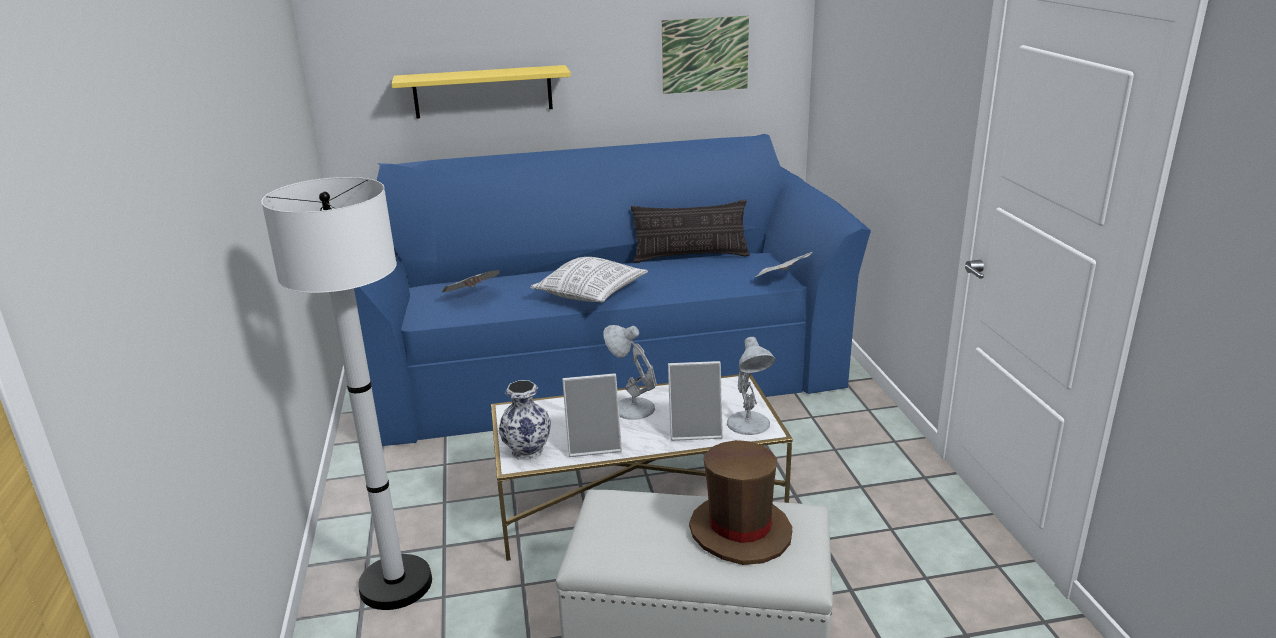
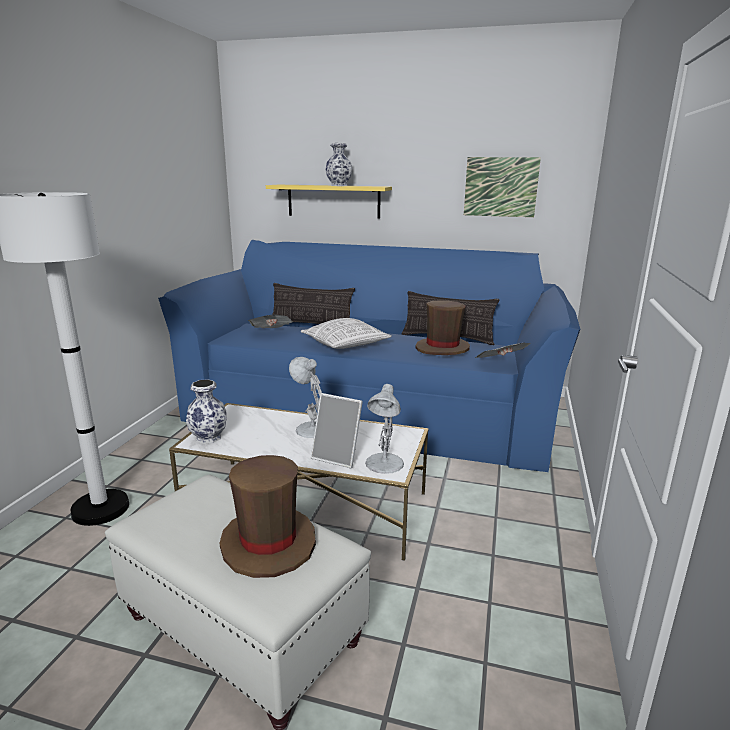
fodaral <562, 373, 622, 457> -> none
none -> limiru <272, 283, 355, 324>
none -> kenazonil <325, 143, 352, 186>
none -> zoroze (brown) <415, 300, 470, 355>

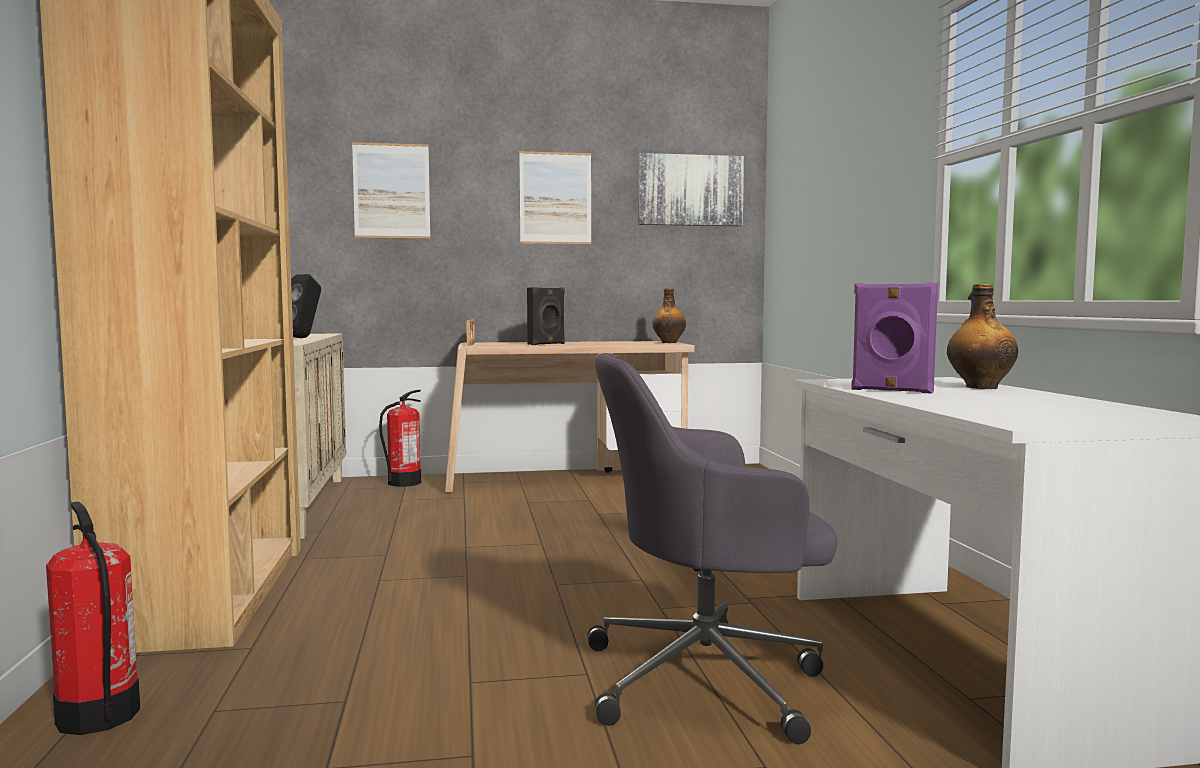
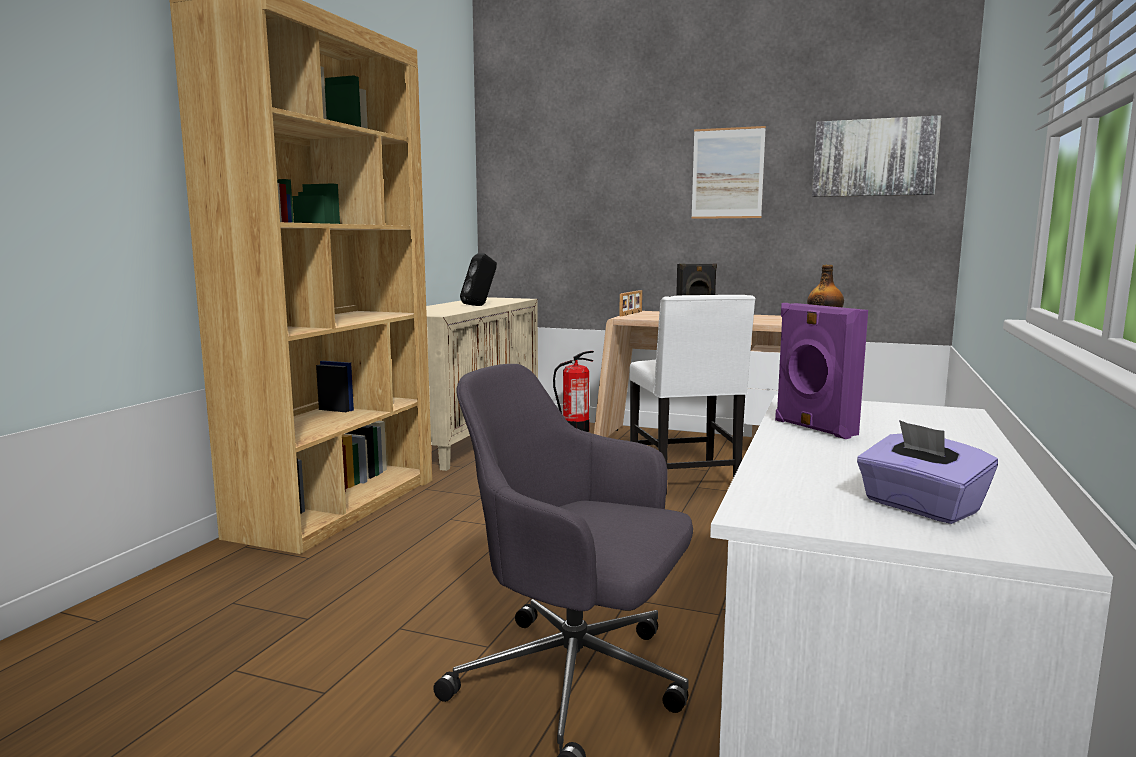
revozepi <46, 502, 140, 735> -> none
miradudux <352, 142, 430, 238> -> none
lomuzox <947, 284, 1018, 389> -> none
none -> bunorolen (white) <629, 295, 756, 495>
none -> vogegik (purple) <857, 420, 998, 524>

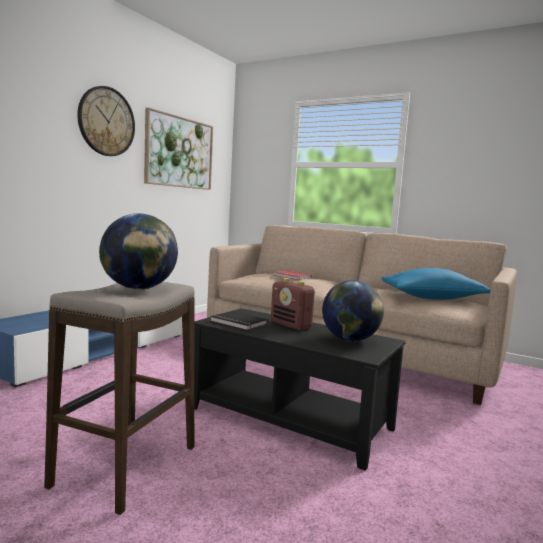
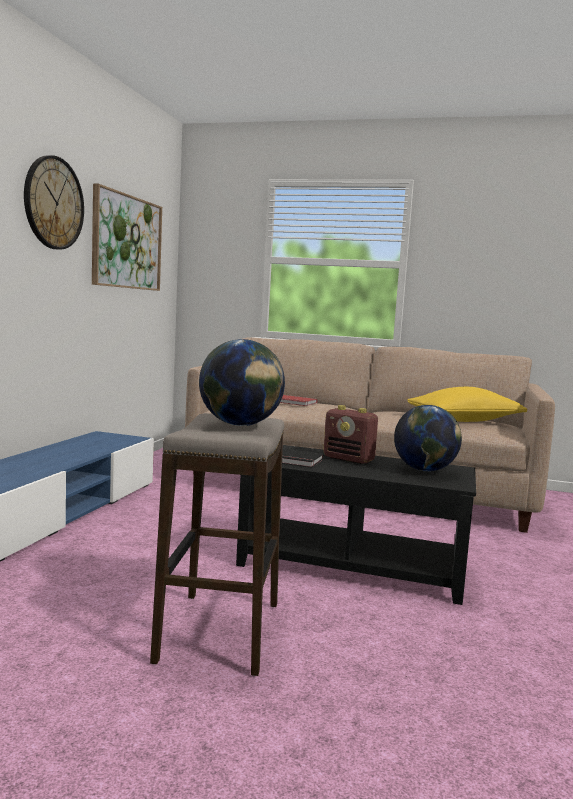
limiru (blue) <382, 268, 490, 300> -> limiru (yellow) <408, 387, 527, 422>

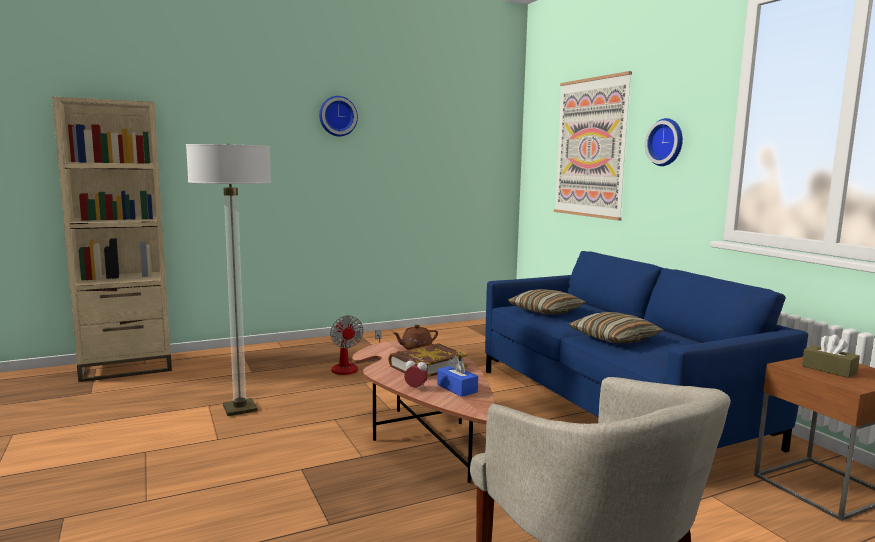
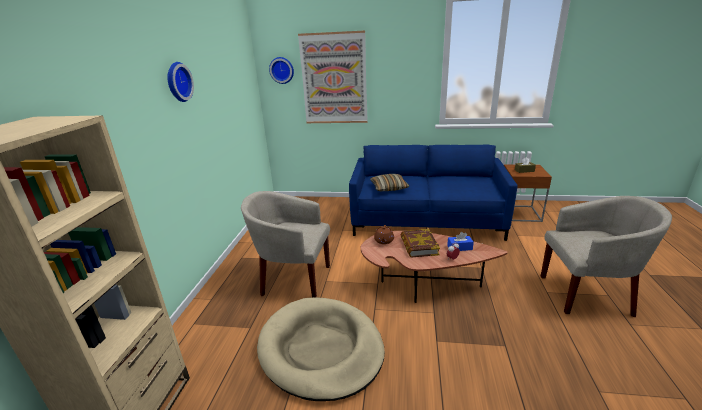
limiru <569, 312, 664, 343> -> none
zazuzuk <645, 118, 683, 166> -> zazuzuk <269, 57, 294, 84>, moved
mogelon <186, 144, 271, 416> -> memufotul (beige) <257, 297, 385, 401>
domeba <330, 315, 381, 375> -> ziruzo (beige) <241, 191, 330, 297>

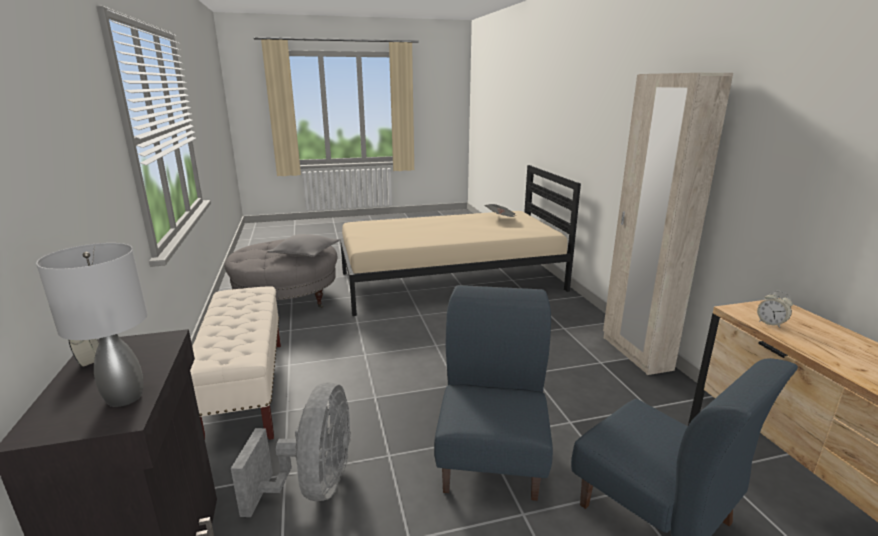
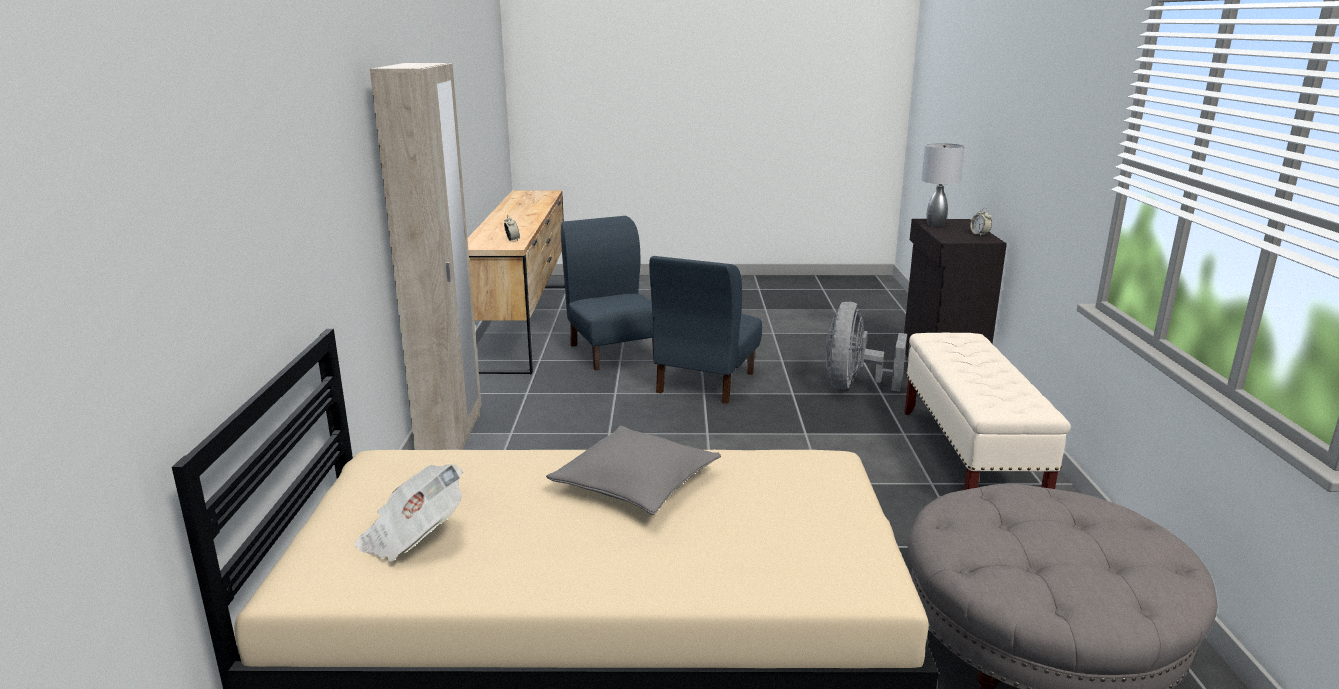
limiru (grey) <267, 234, 340, 257> -> limiru (grey) <546, 426, 721, 515>, moved

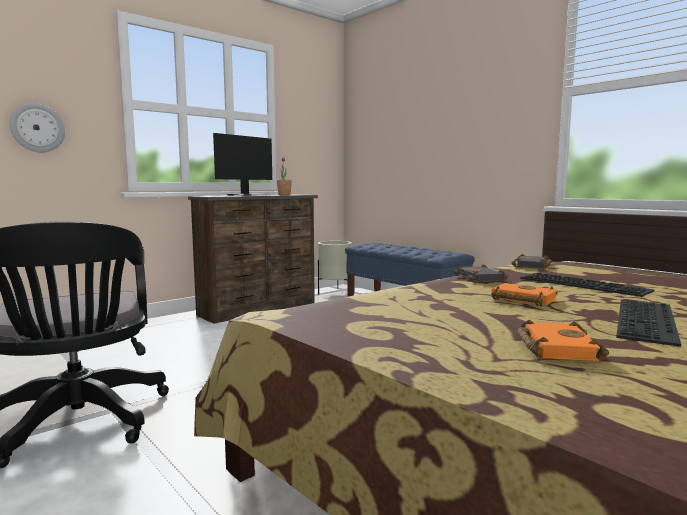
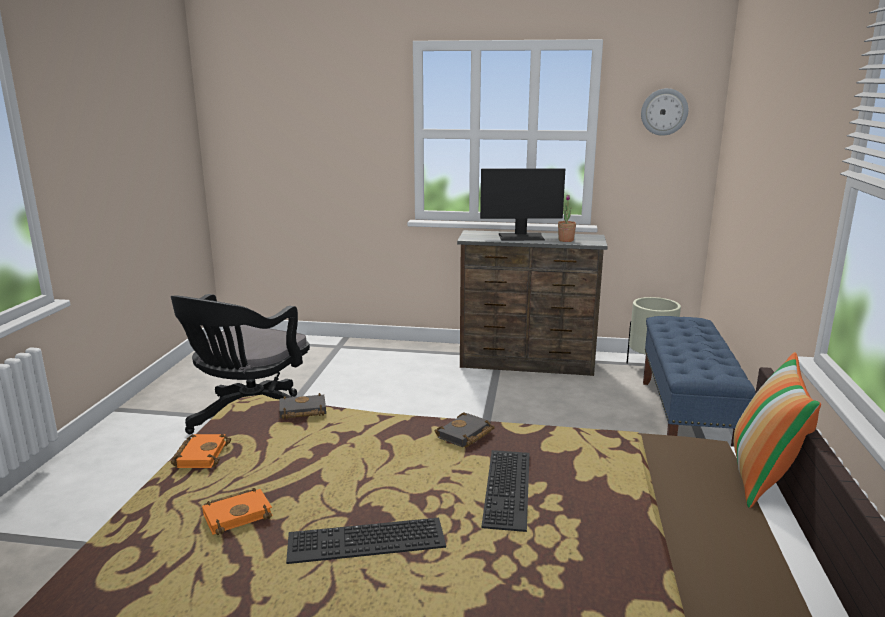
none -> limiru <734, 352, 821, 508>
zazuzuk <10, 103, 65, 152> -> zazuzuk <641, 88, 688, 136>, moved
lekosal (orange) <491, 281, 558, 306> -> lekosal (orange) <171, 434, 231, 468>, moved
lekosal (black) <512, 254, 552, 269> -> lekosal (black) <279, 393, 326, 420>, moved

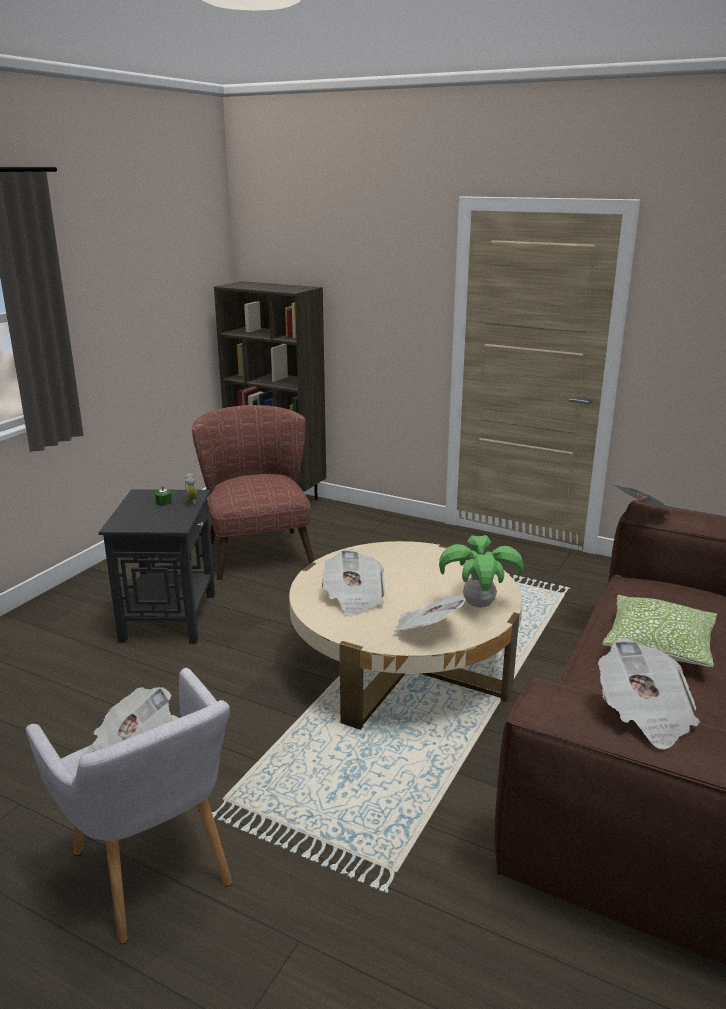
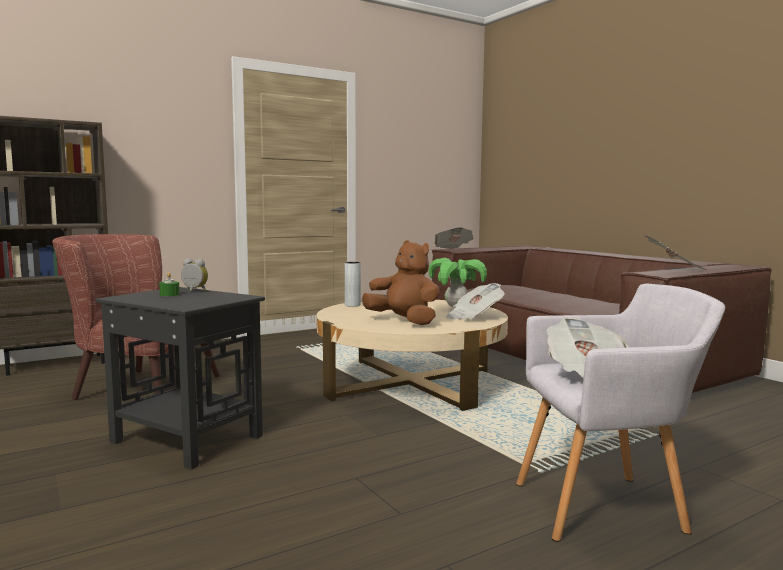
limiru <602, 595, 717, 667> -> none
none -> kenazonil (grey) <345, 262, 361, 307>
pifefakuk <321, 549, 385, 617> -> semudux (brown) <362, 240, 440, 325>

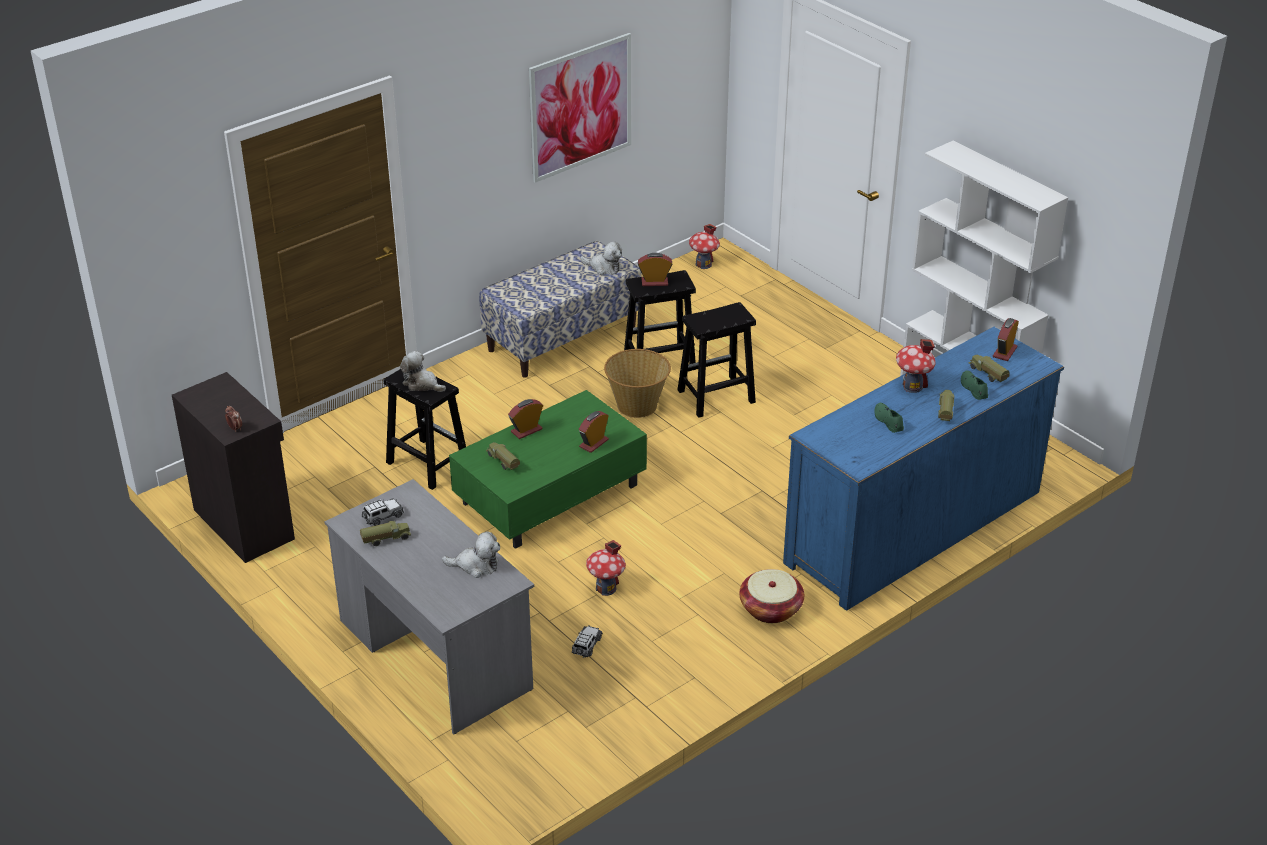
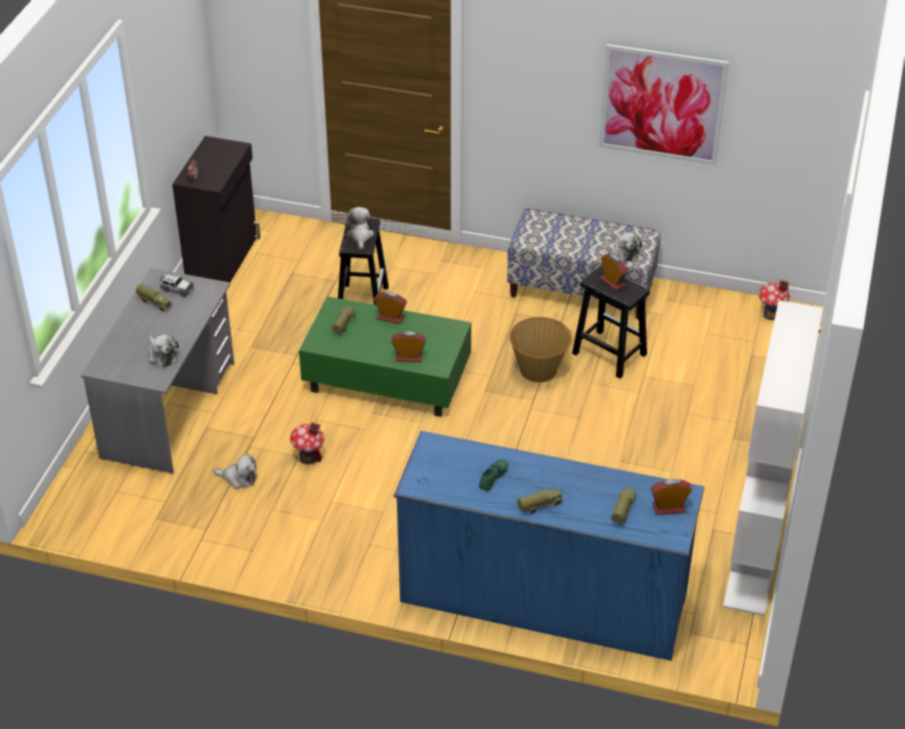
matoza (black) <678, 302, 756, 418> -> none
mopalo <739, 569, 804, 623> -> none
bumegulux <896, 339, 936, 393> -> none
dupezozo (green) <961, 371, 988, 400> -> none
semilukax <572, 625, 603, 658> -> semudux <213, 454, 257, 489>

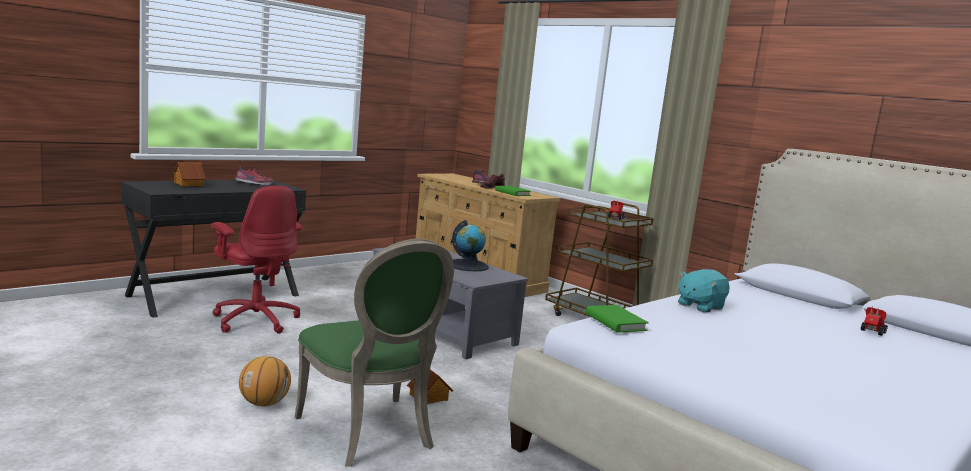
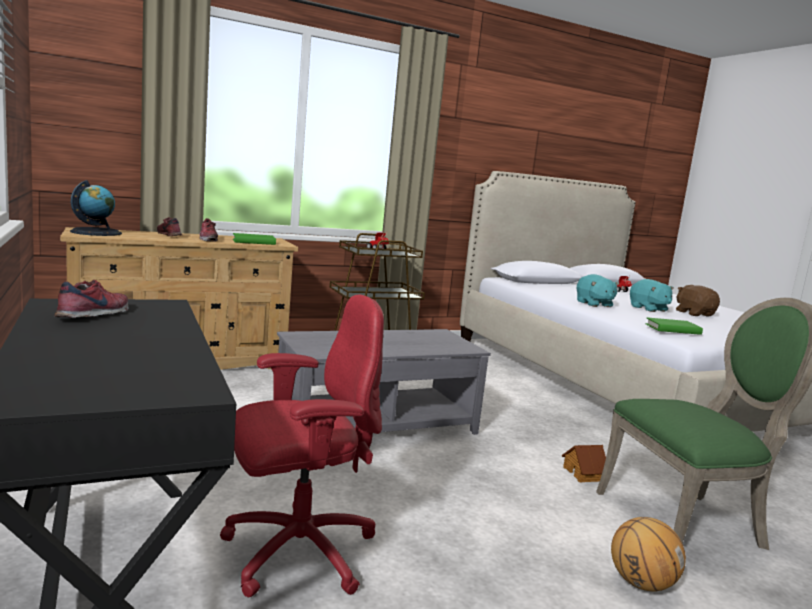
bumegulux <173, 162, 206, 187> -> none
none -> semudux (turquoise) <630, 279, 674, 312>
none -> semudux (brown) <676, 285, 720, 316>
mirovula <452, 220, 489, 271> -> mirovula <70, 180, 122, 236>, moved

